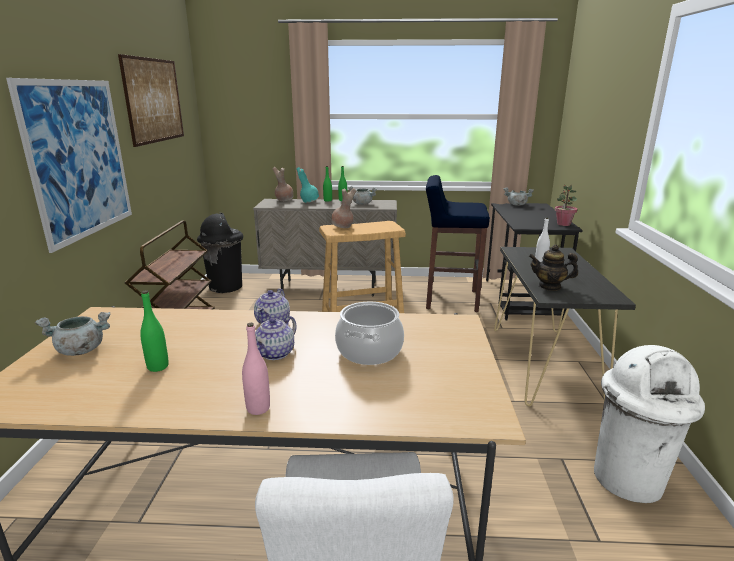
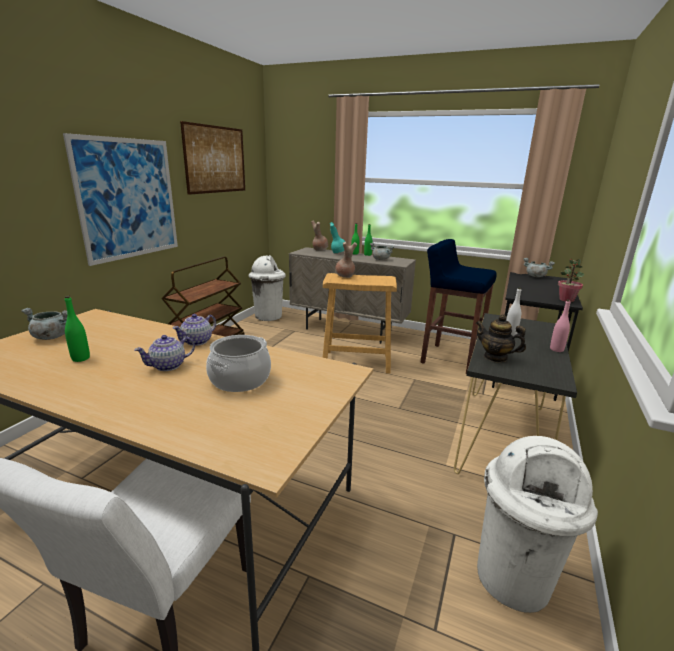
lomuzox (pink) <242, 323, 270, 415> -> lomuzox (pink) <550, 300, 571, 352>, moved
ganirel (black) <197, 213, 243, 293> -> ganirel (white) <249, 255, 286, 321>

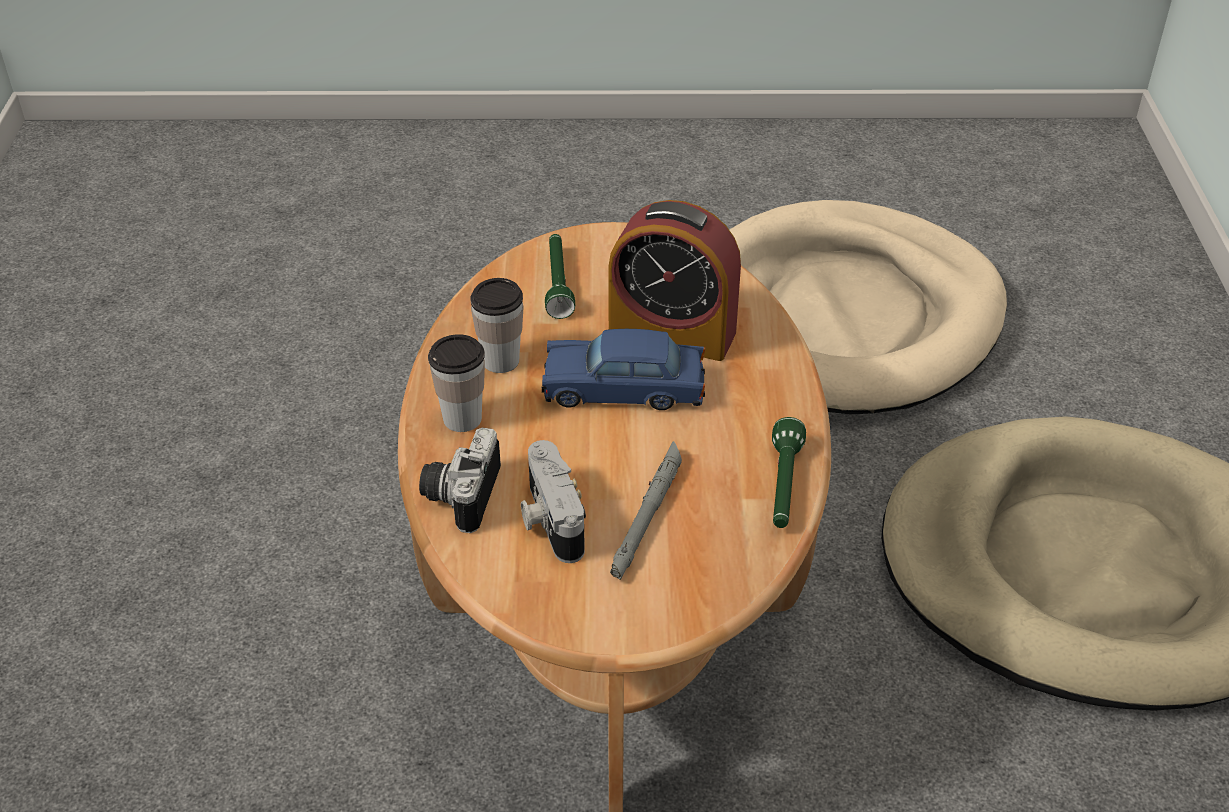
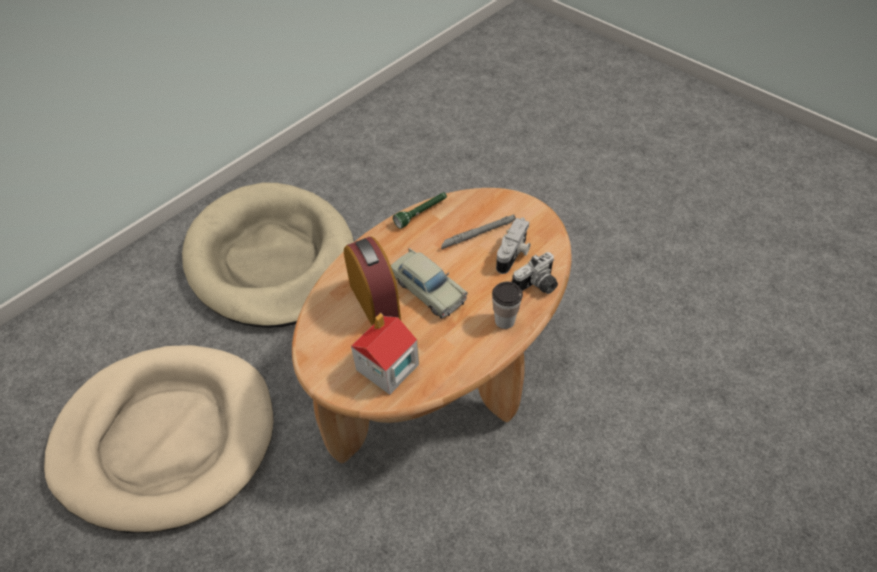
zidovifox <471, 278, 523, 373> -> none
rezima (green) <545, 234, 575, 319> -> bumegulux <351, 313, 419, 395>
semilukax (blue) <542, 329, 705, 410> -> semilukax (beige) <391, 248, 468, 319>

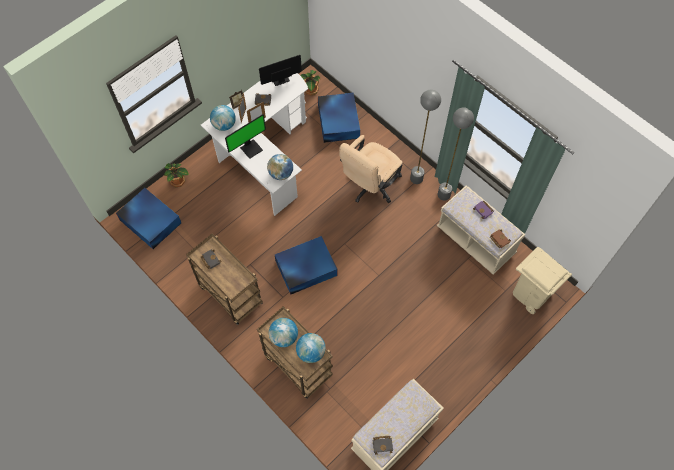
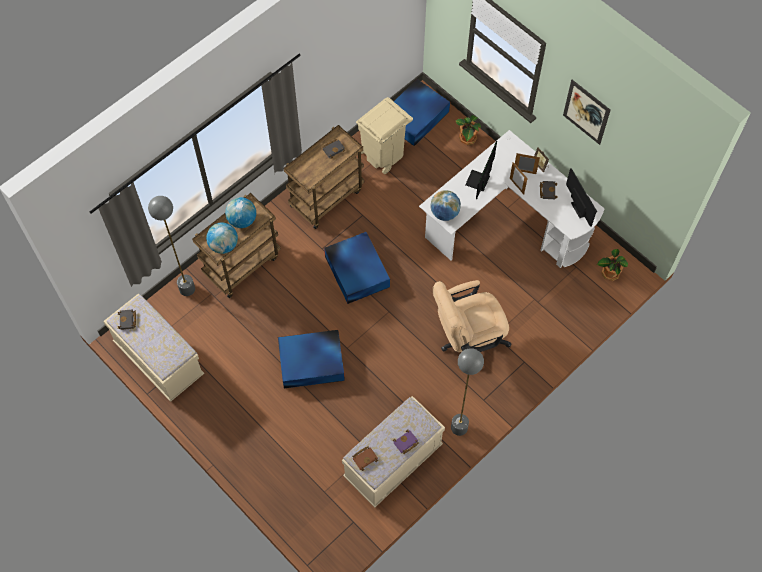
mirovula <210, 105, 236, 131> -> none
none -> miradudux <563, 80, 610, 145>
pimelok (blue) <318, 93, 360, 143> -> pimelok (blue) <278, 330, 345, 388>, moved
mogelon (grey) <410, 90, 441, 184> -> mogelon (grey) <148, 196, 195, 296>, moved
ganirel (beige) <513, 247, 572, 314> -> ganirel (beige) <356, 97, 413, 174>, moved
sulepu <225, 114, 266, 159> -> sulepu <465, 141, 497, 199>, 60 degrees clockwise
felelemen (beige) <339, 135, 403, 203> -> felelemen (beige) <433, 280, 511, 352>, 60 degrees counterclockwise

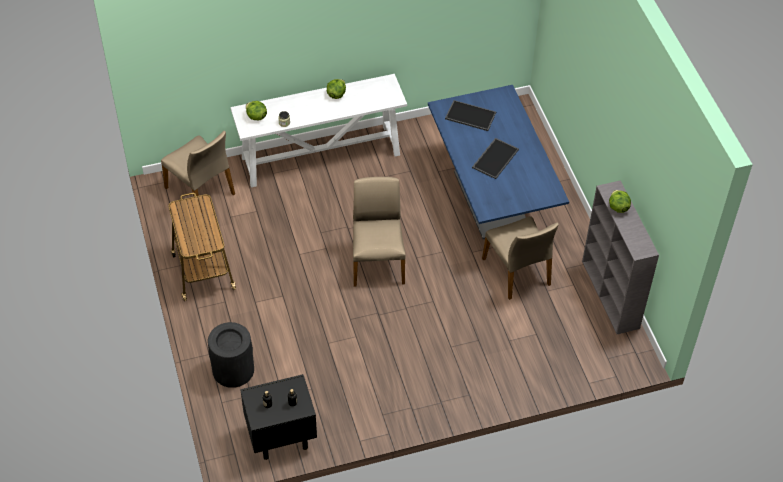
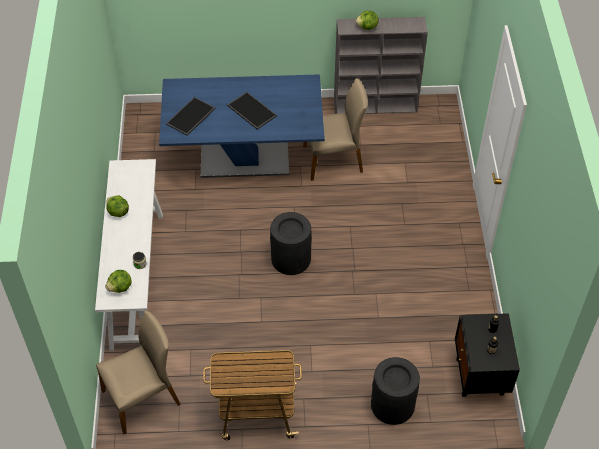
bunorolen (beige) <353, 177, 406, 287> -> ganirel (black) <270, 212, 312, 275>

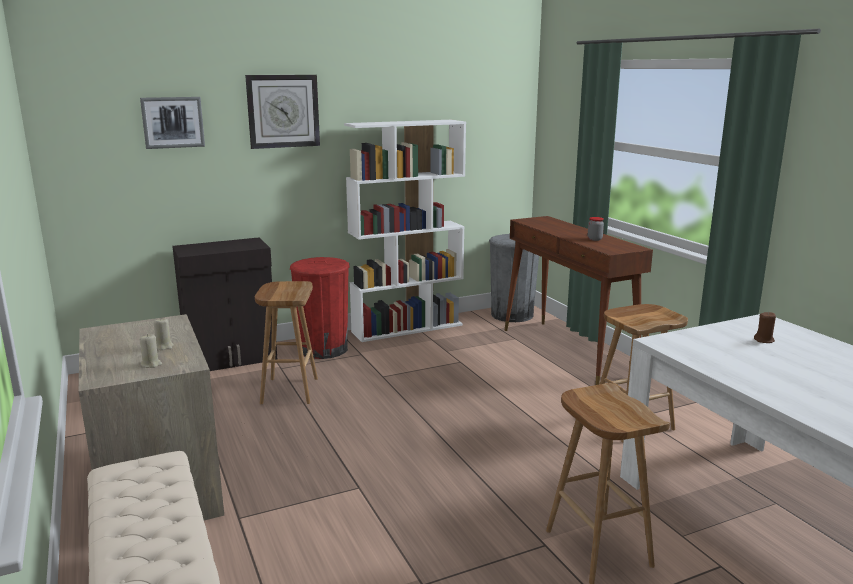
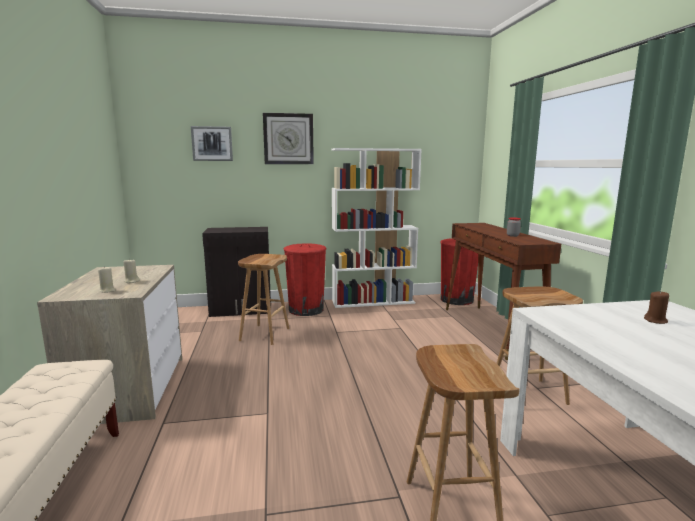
ganirel (grey) <489, 234, 539, 322> -> ganirel (red) <440, 238, 478, 305>

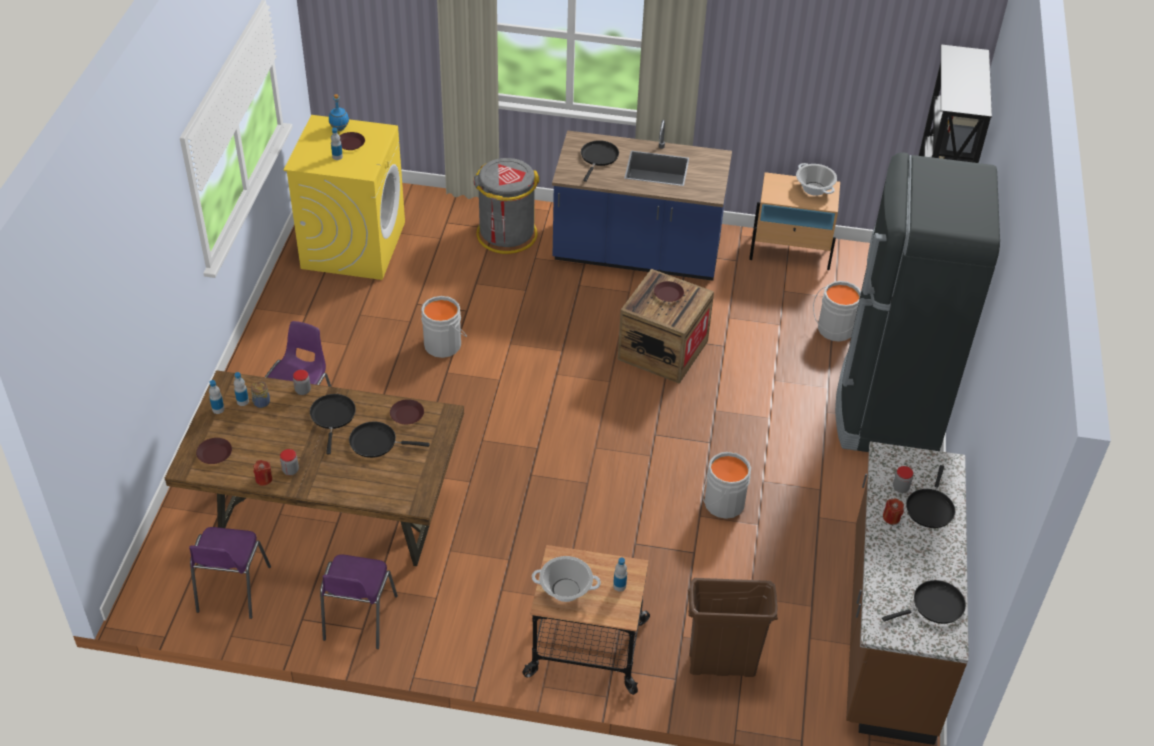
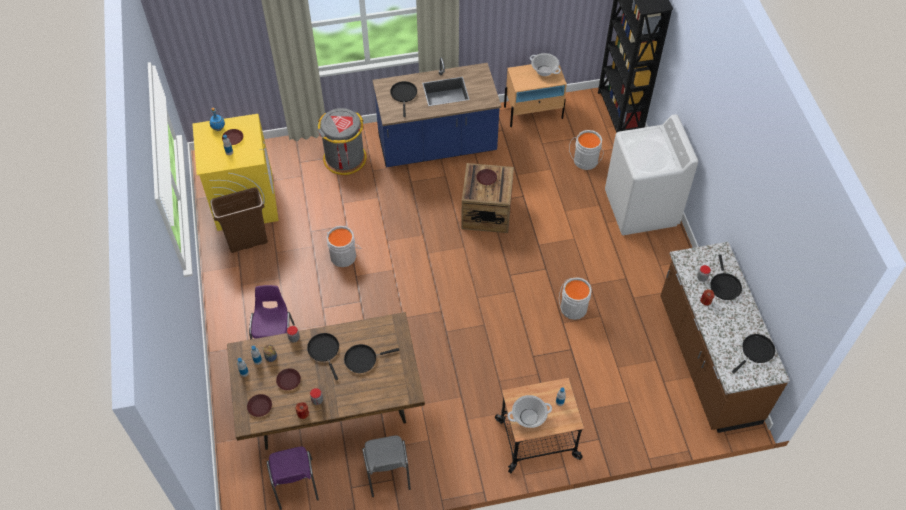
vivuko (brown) <390, 399, 424, 424> -> vivuko (brown) <276, 368, 301, 390>, moved
ganirel (brown) <688, 578, 778, 677> -> ganirel (brown) <210, 187, 268, 253>, moved
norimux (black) <835, 152, 1000, 452> -> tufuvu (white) <605, 114, 698, 235>
bunorolen (purple) <320, 554, 398, 649> -> bunorolen (grey) <362, 435, 411, 497>

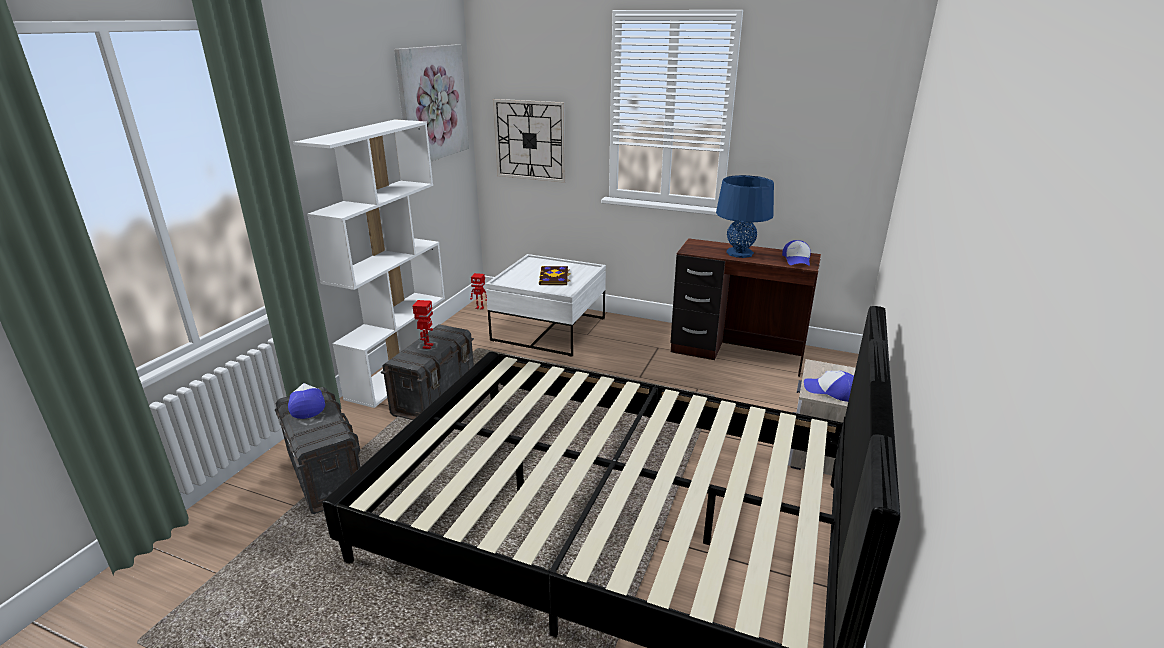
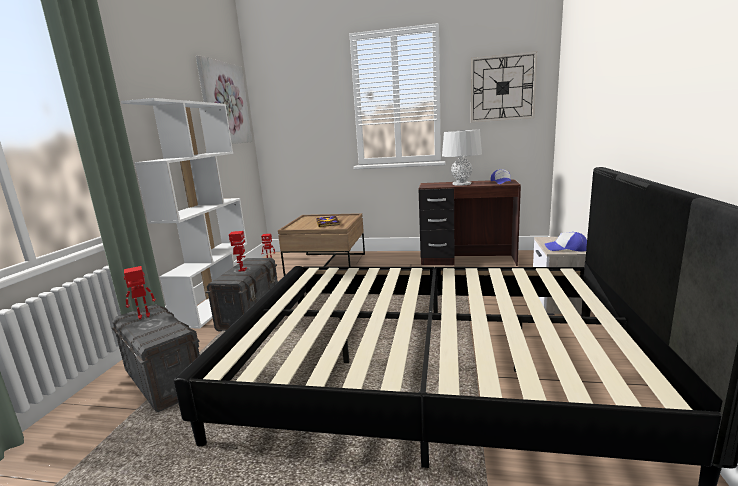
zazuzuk <493, 99, 566, 183> -> zazuzuk <471, 51, 537, 122>, moved
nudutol <288, 383, 325, 419> -> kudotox <124, 266, 156, 319>
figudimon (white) <486, 254, 606, 357> -> figudimon (brown) <278, 213, 365, 276>
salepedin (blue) <716, 175, 774, 258> -> salepedin (grey) <442, 130, 482, 186>

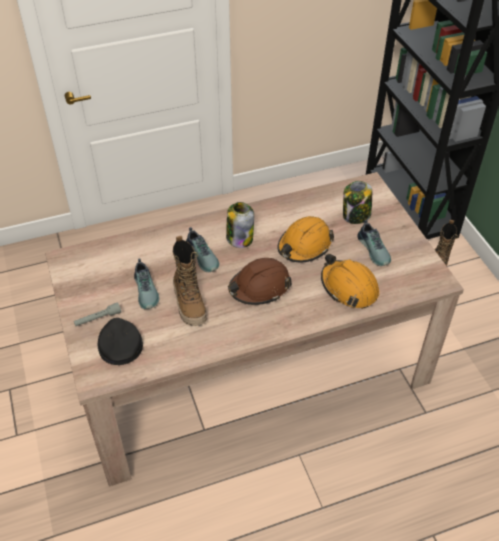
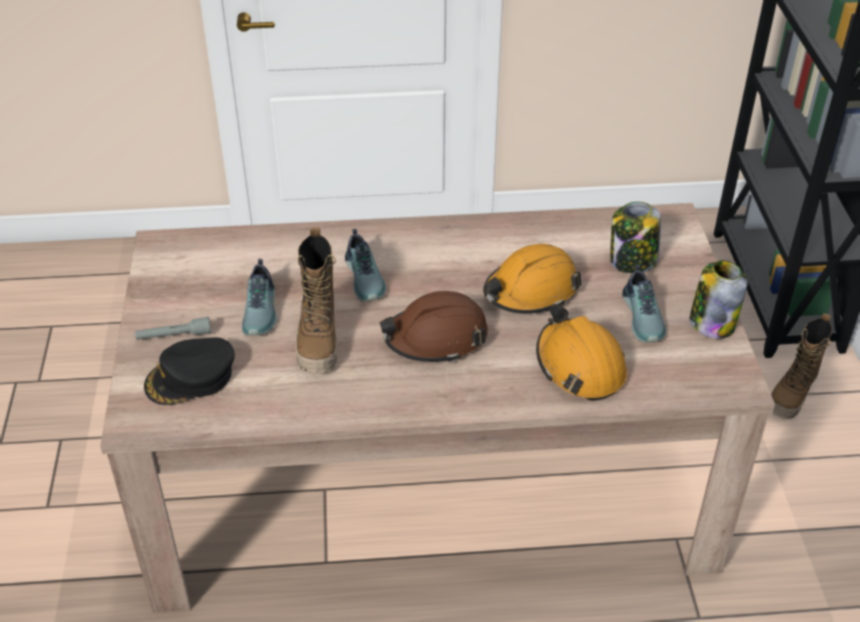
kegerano <226, 202, 254, 248> -> kegerano <690, 260, 748, 339>, moved
nudutol (black) <98, 318, 143, 365> -> nudutol (black) <144, 337, 235, 405>, 120 degrees counterclockwise

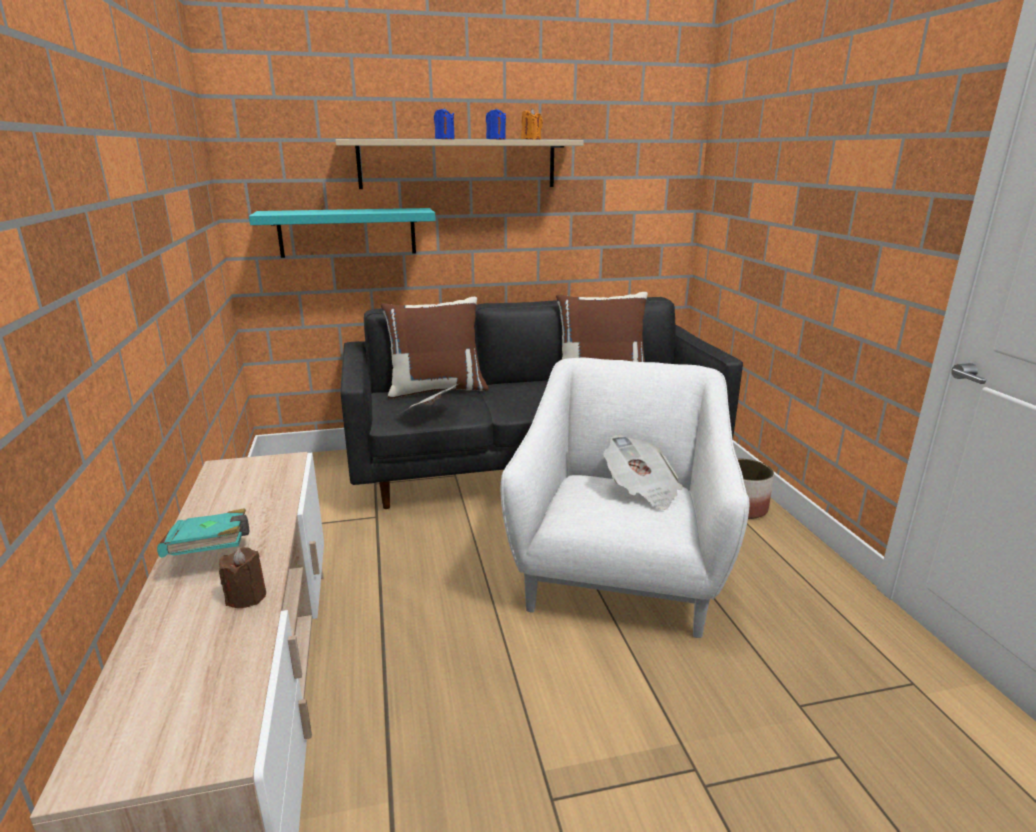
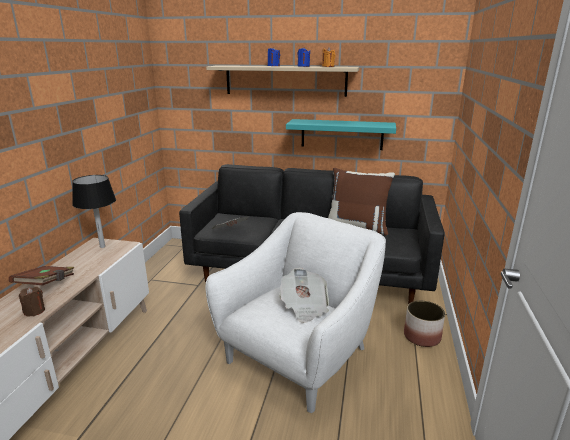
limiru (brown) <381, 297, 489, 399> -> none
none -> salepedin (black) <72, 175, 116, 248>
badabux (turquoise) <249, 208, 436, 258> -> badabux (turquoise) <286, 119, 396, 150>, moved
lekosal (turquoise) <157, 508, 249, 558> -> lekosal (brown) <9, 266, 75, 285>

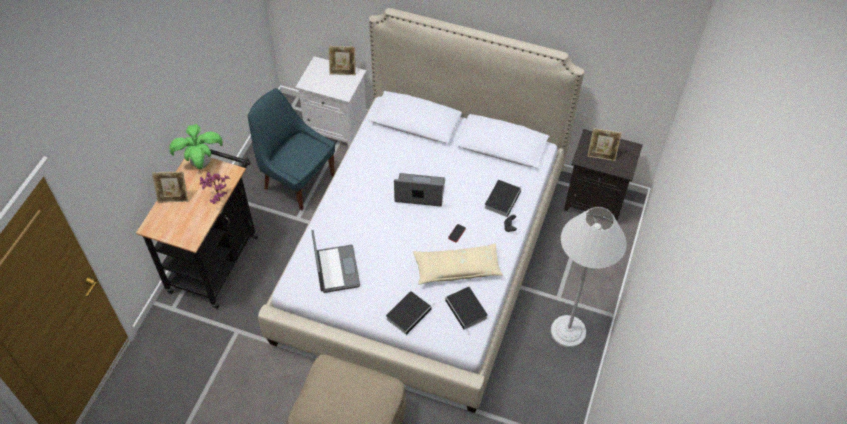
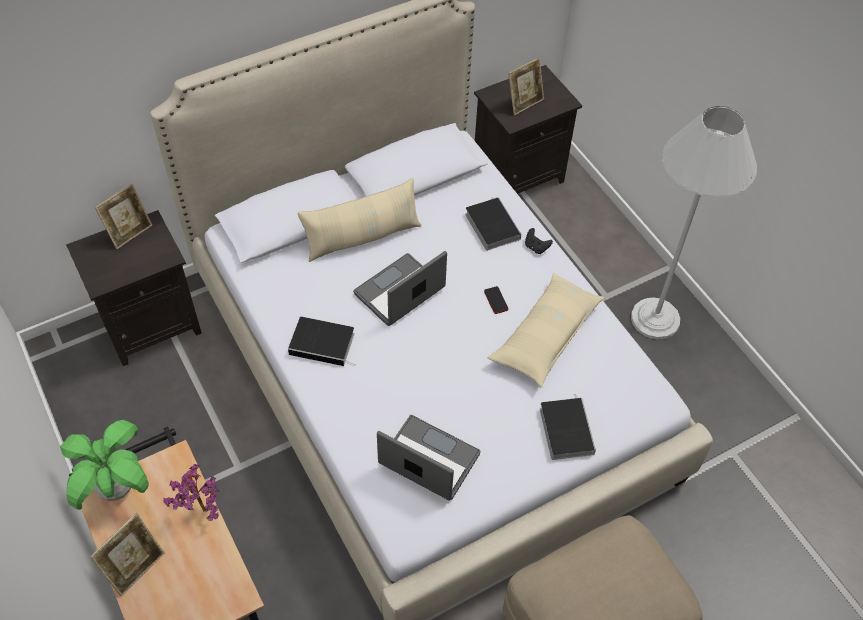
bunorolen (blue) <248, 88, 335, 211> -> none
none -> limiru (beige) <297, 178, 421, 262>
lekosal <445, 287, 488, 334> -> lekosal <288, 317, 356, 366>, moved
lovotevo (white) <295, 56, 366, 148> -> lovotevo (black) <66, 210, 202, 366>

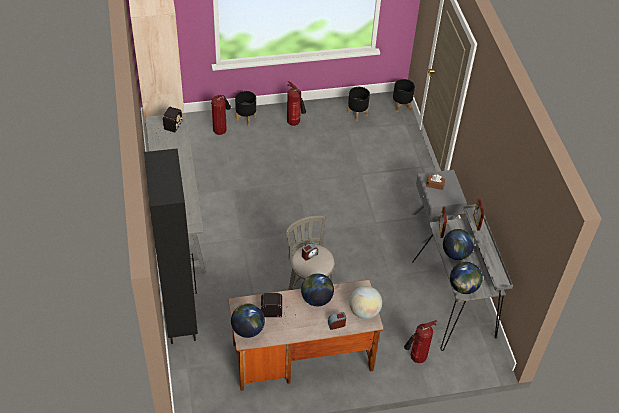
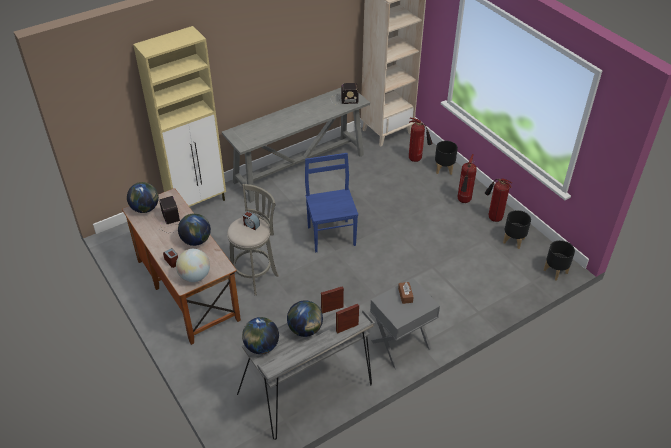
none -> bunorolen (blue) <305, 153, 358, 252>
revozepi <404, 320, 437, 363> -> revozepi <485, 178, 512, 222>, moved
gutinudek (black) <144, 149, 198, 344> -> gutinudek (beige) <133, 26, 226, 207>

